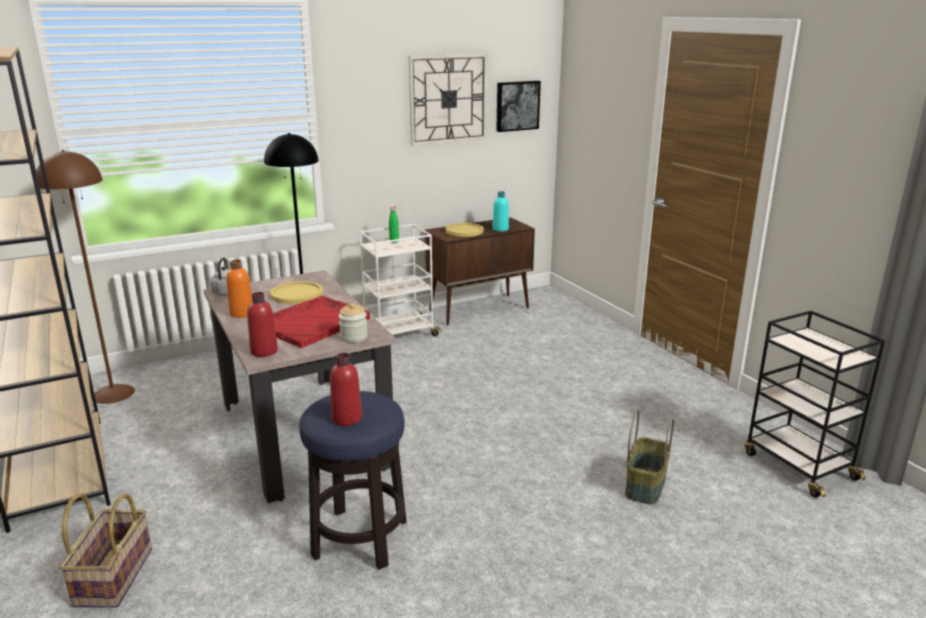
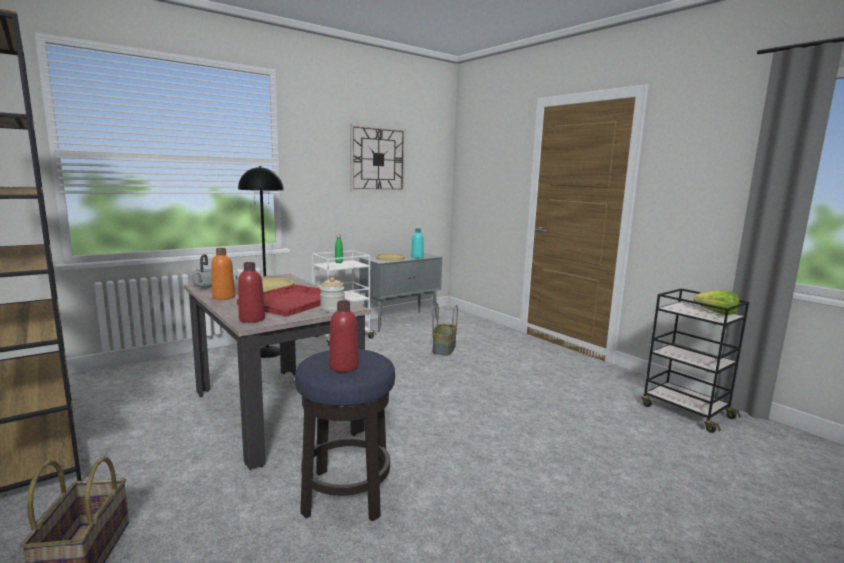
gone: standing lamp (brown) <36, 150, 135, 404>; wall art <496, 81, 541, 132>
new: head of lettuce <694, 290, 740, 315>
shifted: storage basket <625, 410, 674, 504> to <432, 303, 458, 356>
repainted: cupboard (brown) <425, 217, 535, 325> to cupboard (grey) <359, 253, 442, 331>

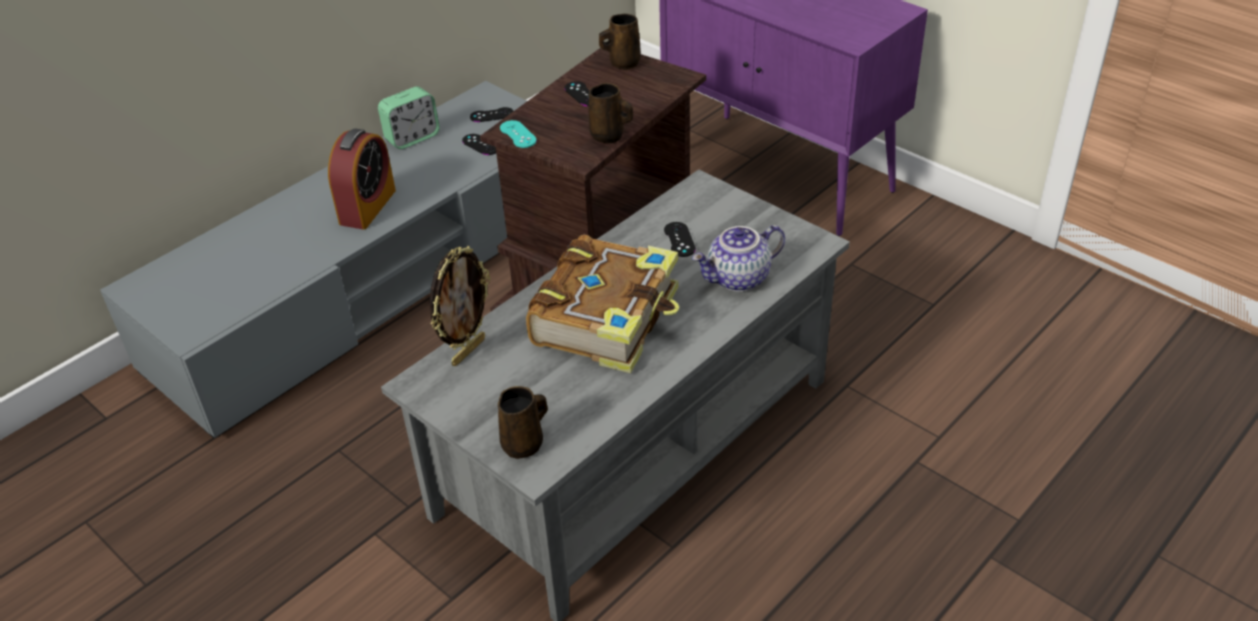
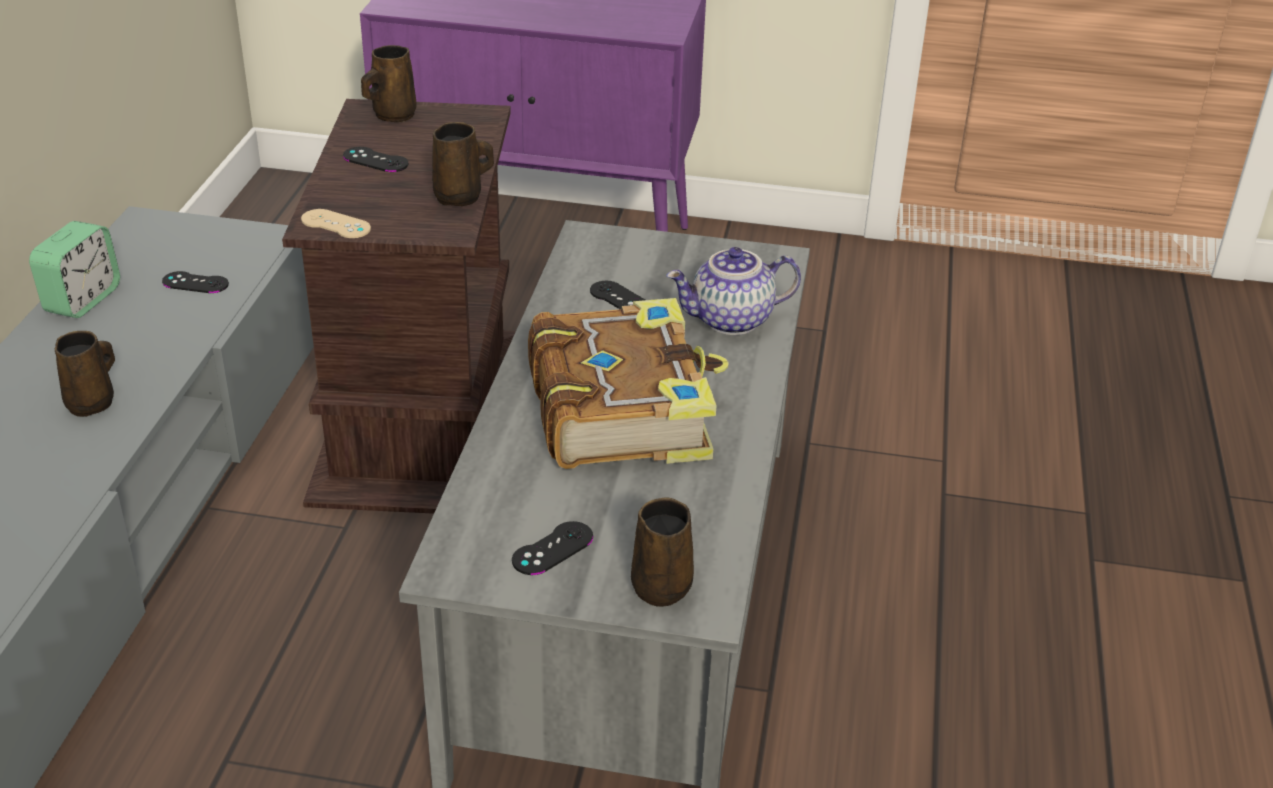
gone: picture frame <430, 245, 490, 366>
shifted: game controller (black) <470, 107, 513, 122> to <512, 521, 593, 575>
swapped: alarm clock <328, 128, 396, 229> to coffee mug (brown) <55, 331, 115, 417>
repainted: game controller (turquoise) <500, 120, 537, 148> to game controller (sand-coloured) <301, 209, 371, 238>
rotated: pot for tea <692, 225, 785, 292> = <666, 247, 801, 335> 45 degrees clockwise

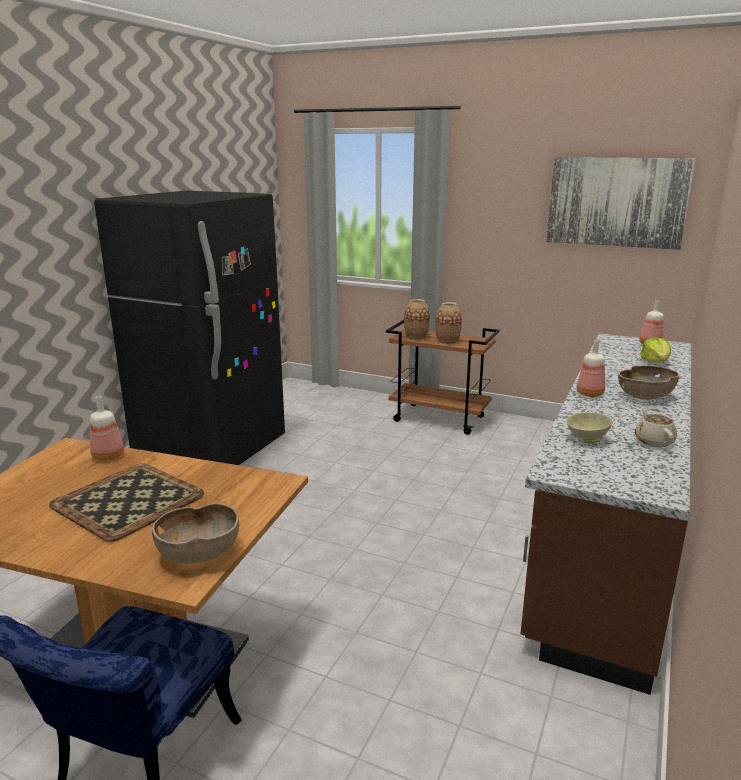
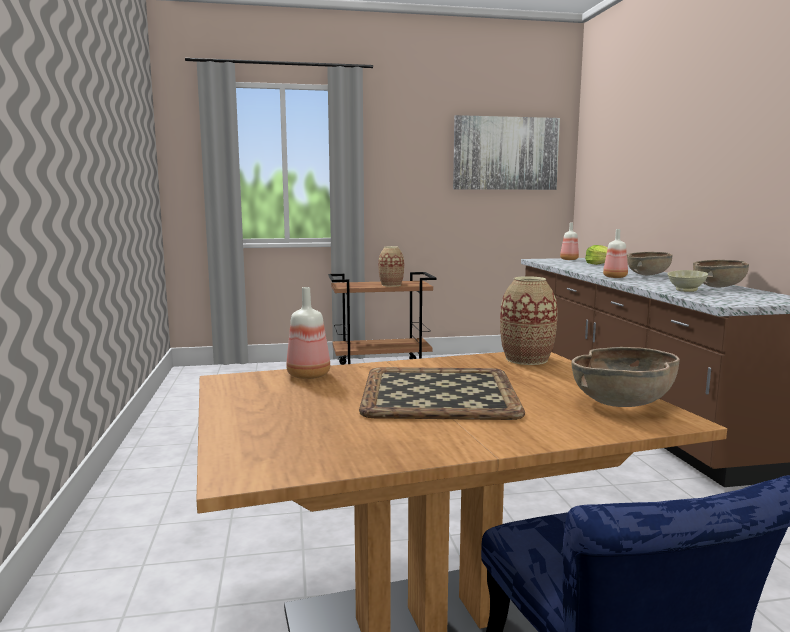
gone: fridge (black) <94, 191, 285, 465>
shifted: flower vase <404, 299, 430, 341> to <500, 276, 558, 365>
swapped: pot for tea (sand-coloured) <635, 407, 677, 447> to serving bowl (brown) <693, 260, 749, 287>

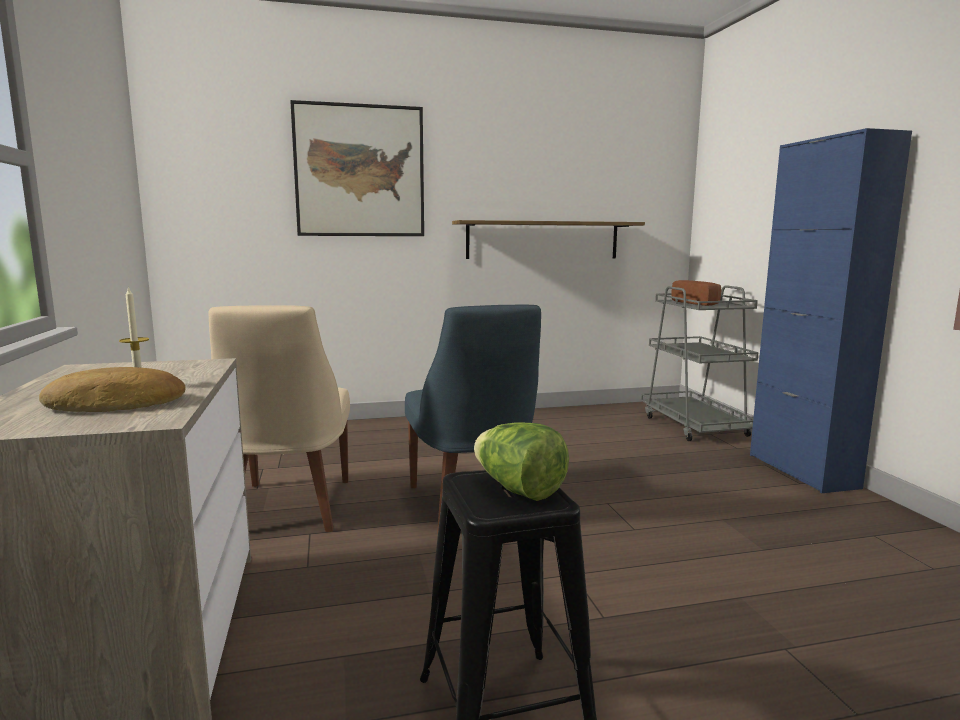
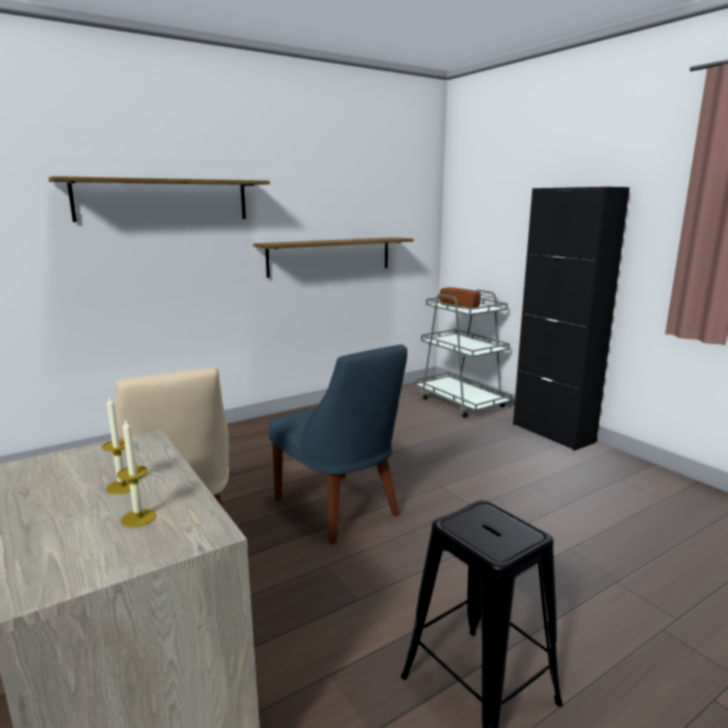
gone: head of lettuce <474, 422, 569, 501>
swapped: bakery bread <39, 367, 185, 412> to candle <117, 418, 156, 528>; wall art <290, 100, 424, 236> to bracket shelf <48, 176, 270, 222>
repainted: cupboard (blue-coloured) <750, 128, 912, 493> to cupboard (black) <513, 187, 630, 451>

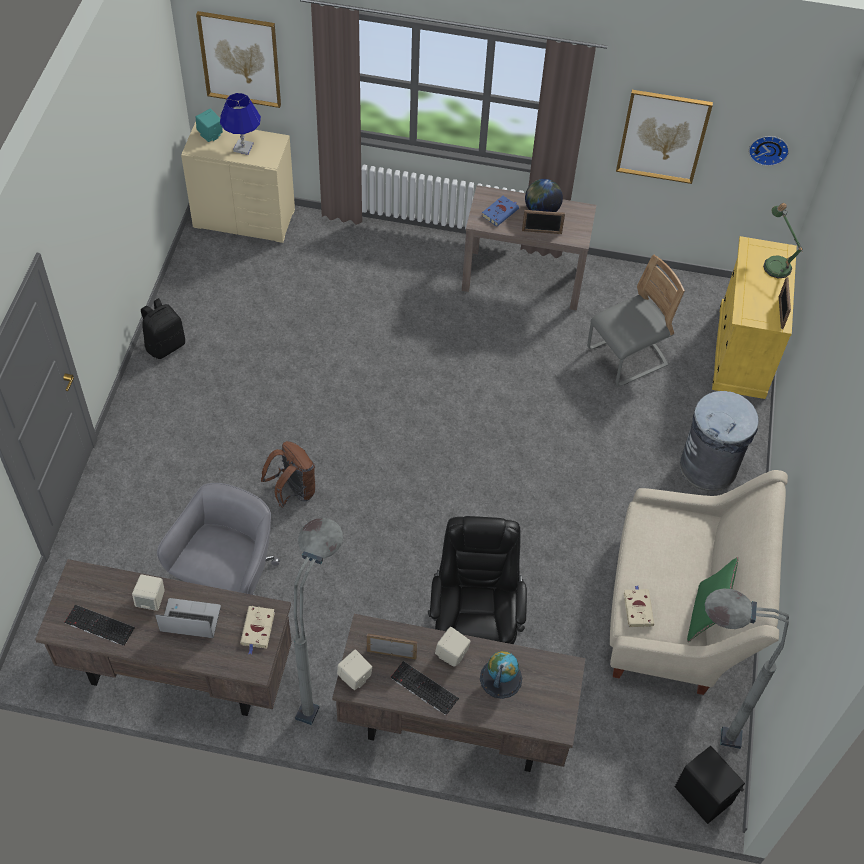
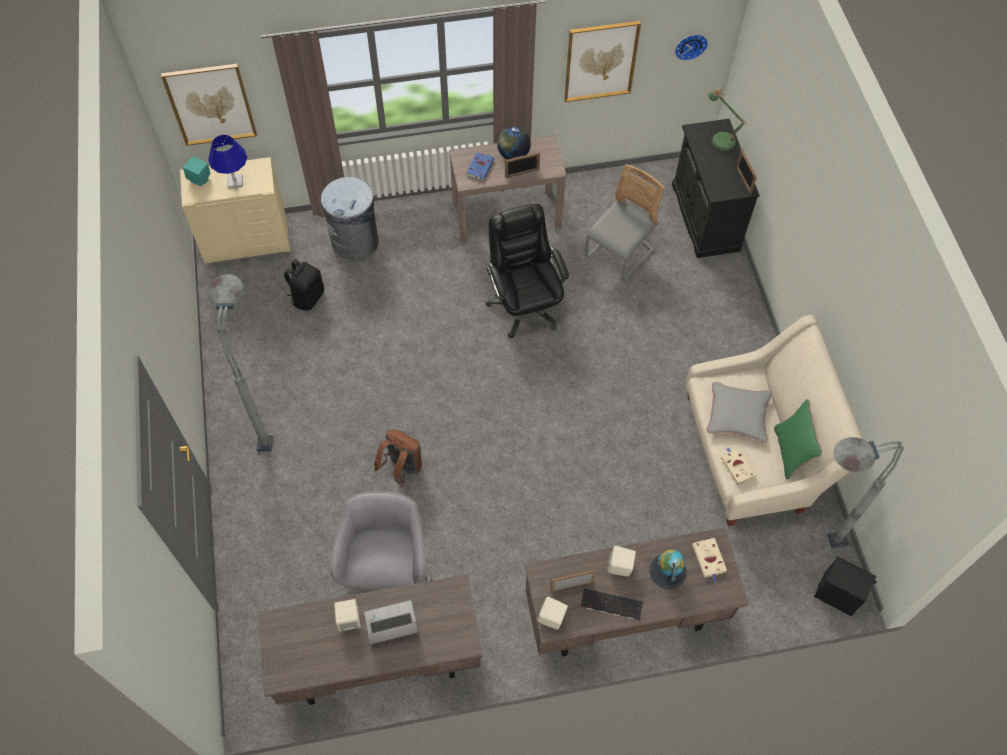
gone: keyboard <64, 605, 135, 646>
new: throw pillow (grey) <707, 382, 772, 443>
shifted: backpack (black) <141, 298, 185, 359> to <284, 259, 324, 310>; bound book (sand-coloured) <240, 606, 275, 654> to <692, 538, 727, 583>; standing lamp (grey) <294, 518, 343, 725> to <207, 274, 273, 452>; desk chair (black) <428, 516, 527, 644> to <486, 204, 569, 339>; trash can (grey) <680, 391, 759, 491> to <321, 177, 379, 262>
repainted: cupboard (yellow-coloured) <712, 236, 797, 399> to cupboard (black) <672, 119, 760, 258>

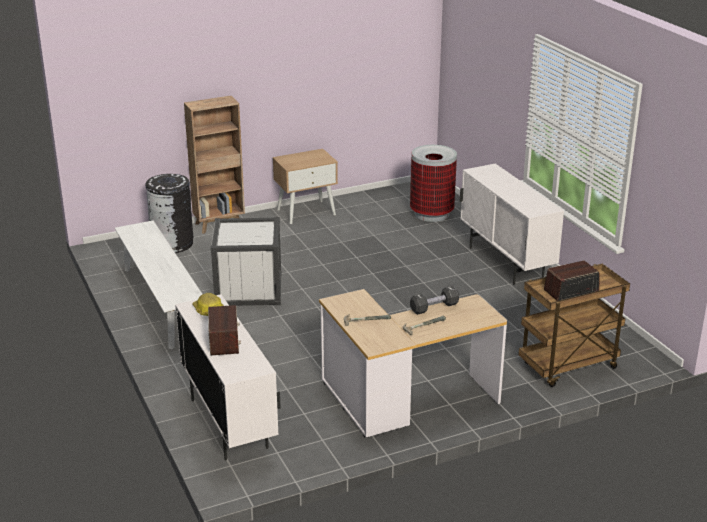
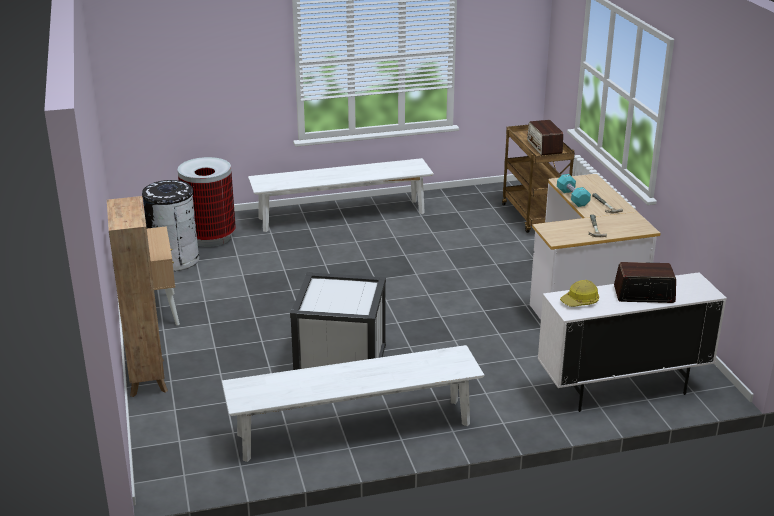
shifted: trash can (black) <146, 174, 193, 253> to <142, 180, 199, 271>
swapped: cupboard (whitish) <460, 164, 564, 285> to bench (whitish) <248, 158, 434, 232>
repainted: dumbbell (black) <410, 286, 459, 315> to dumbbell (turquoise) <557, 174, 591, 207>

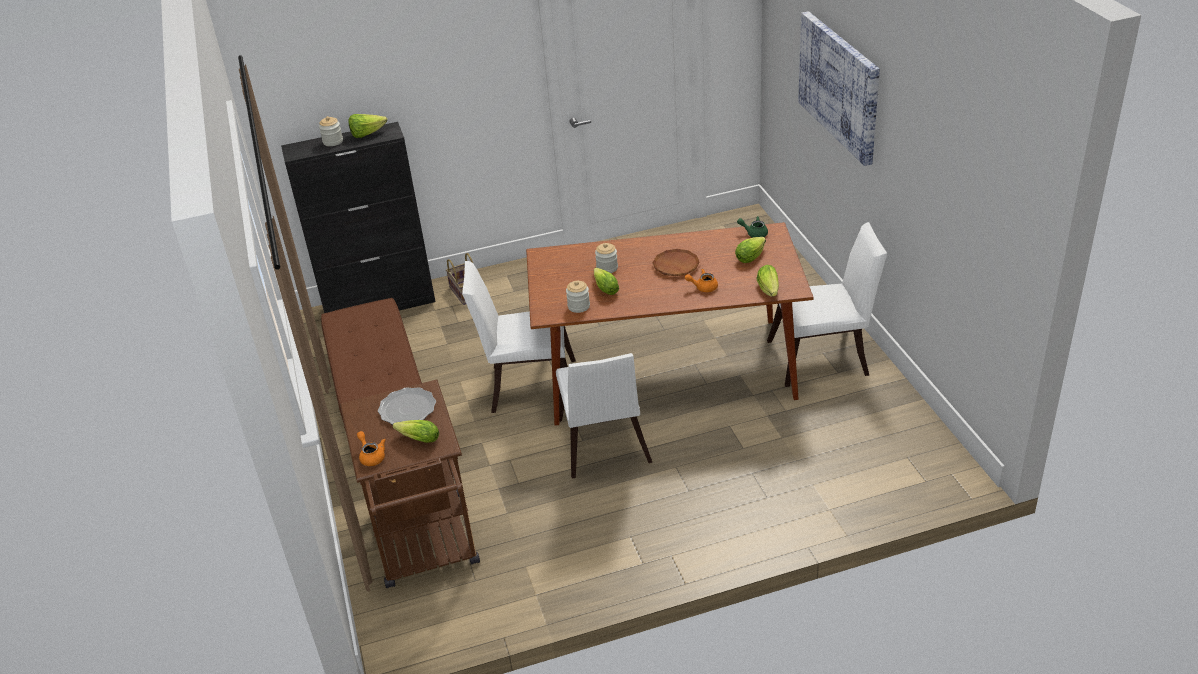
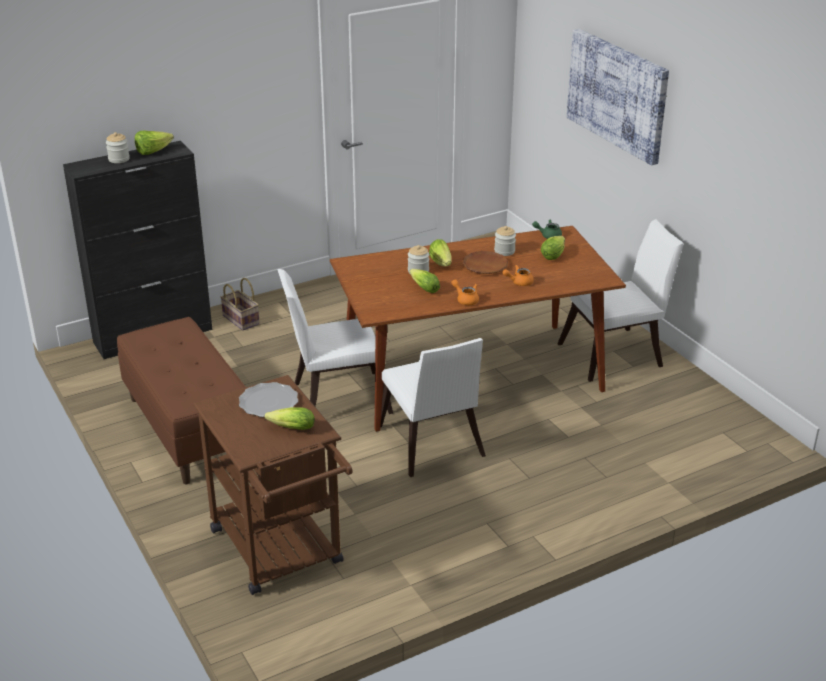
shifted: pot for tea (orangey) <357, 431, 386, 466> to <451, 279, 479, 305>; preserve jar <566, 281, 590, 313> to <494, 226, 516, 256>; head of lettuce <756, 265, 779, 297> to <429, 239, 452, 266>

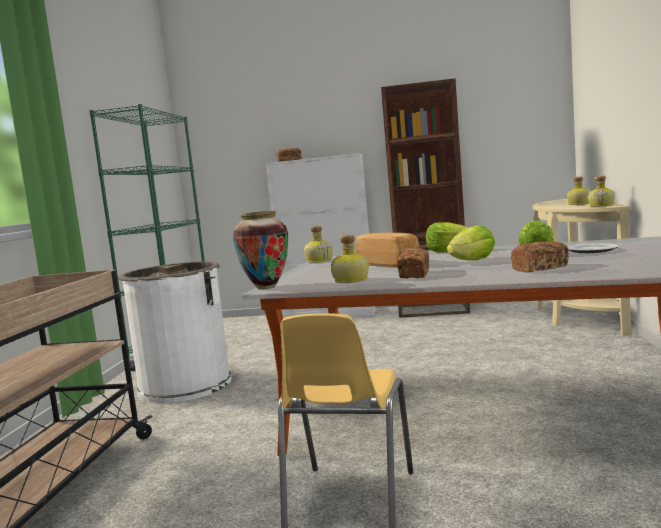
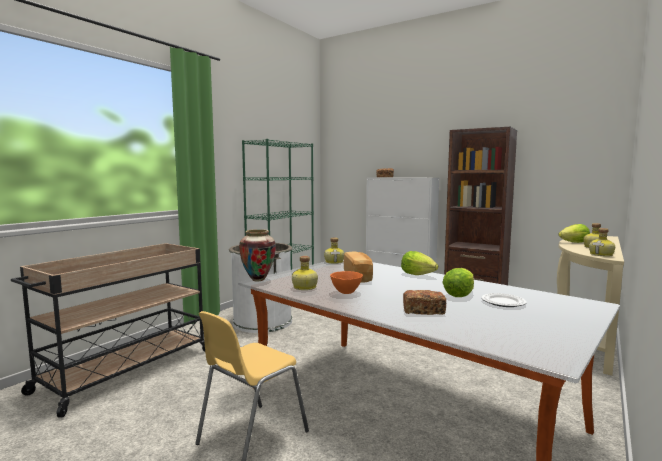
shifted: head of lettuce <447, 225, 495, 260> to <559, 224, 590, 243>
swapped: bakery bread <397, 247, 429, 279> to serving bowl (orangey) <330, 271, 363, 294>

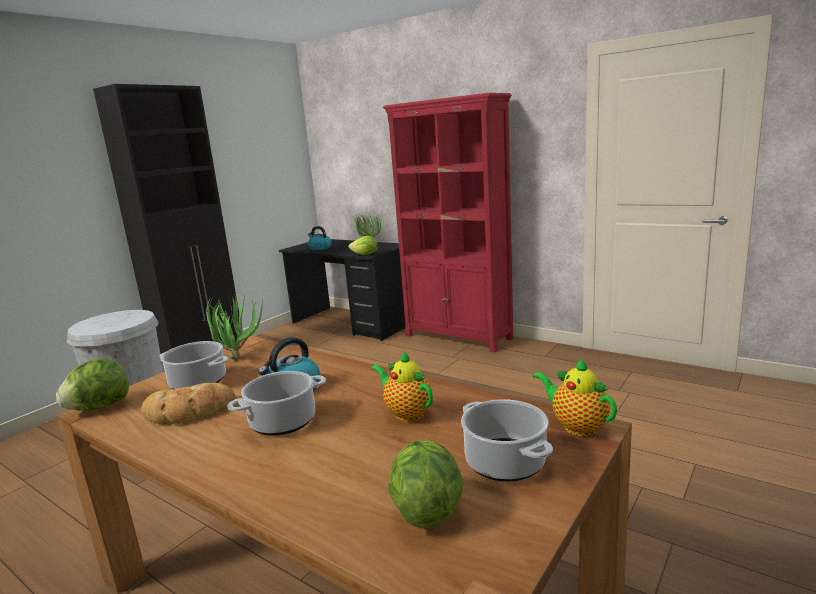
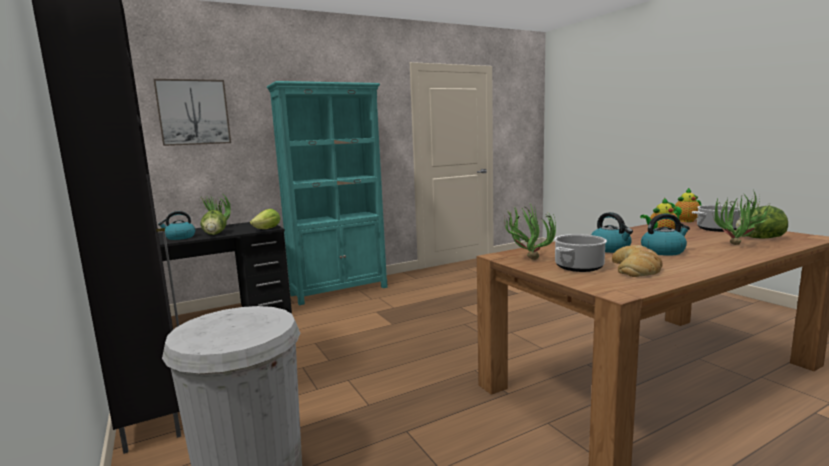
new: wall art <153, 79, 231, 146>; houseplant <712, 192, 771, 245>
shifted: head of lettuce <56, 358, 129, 411> to <200, 210, 227, 235>
swapped: stockpot <228, 371, 326, 436> to water kettle <641, 214, 690, 256>
repainted: shelving unit (reddish) <383, 93, 513, 353> to shelving unit (turquoise) <266, 81, 388, 305>

